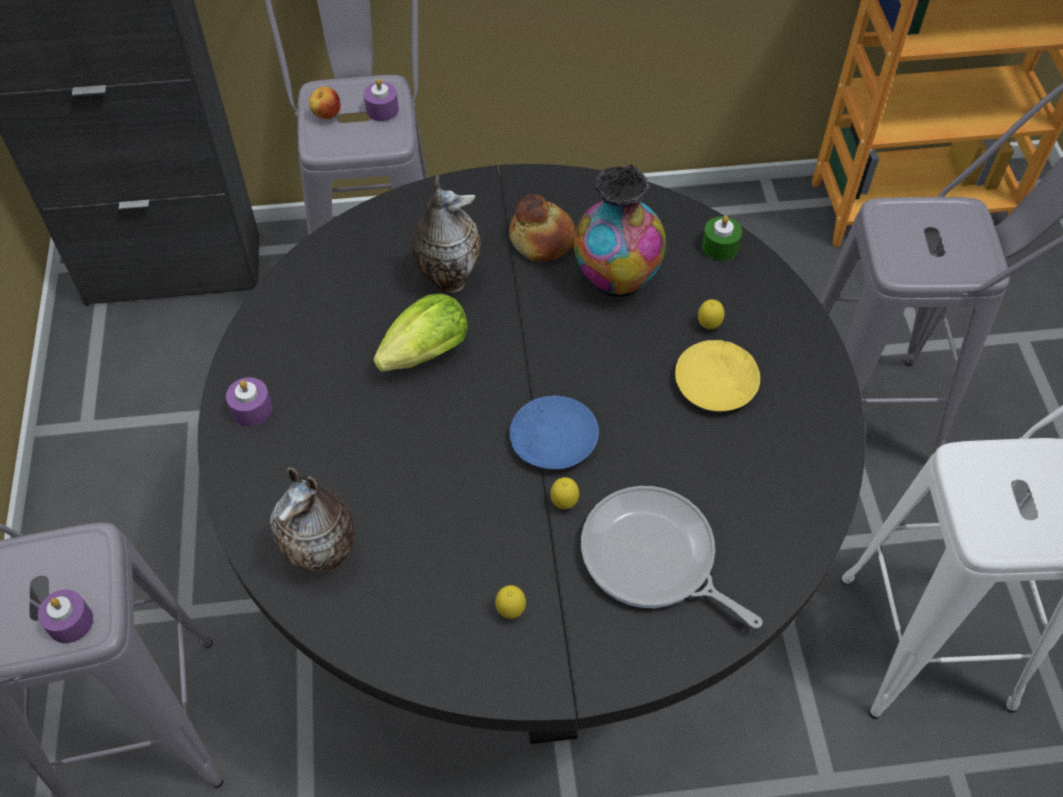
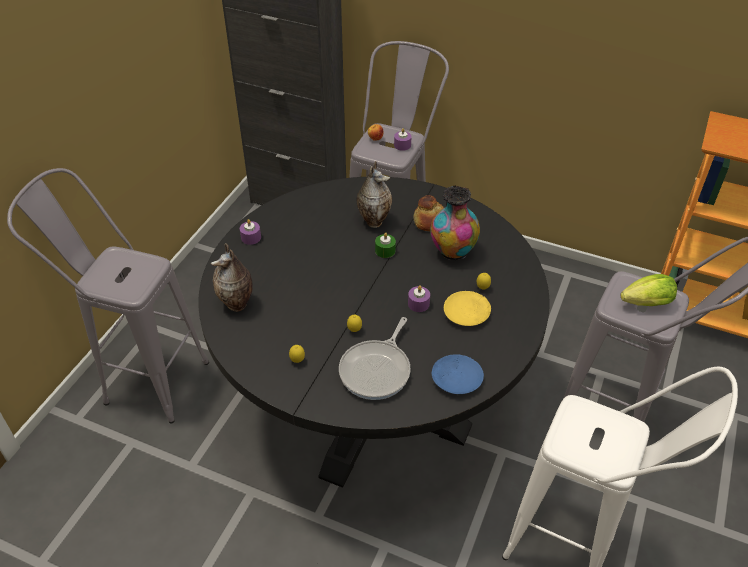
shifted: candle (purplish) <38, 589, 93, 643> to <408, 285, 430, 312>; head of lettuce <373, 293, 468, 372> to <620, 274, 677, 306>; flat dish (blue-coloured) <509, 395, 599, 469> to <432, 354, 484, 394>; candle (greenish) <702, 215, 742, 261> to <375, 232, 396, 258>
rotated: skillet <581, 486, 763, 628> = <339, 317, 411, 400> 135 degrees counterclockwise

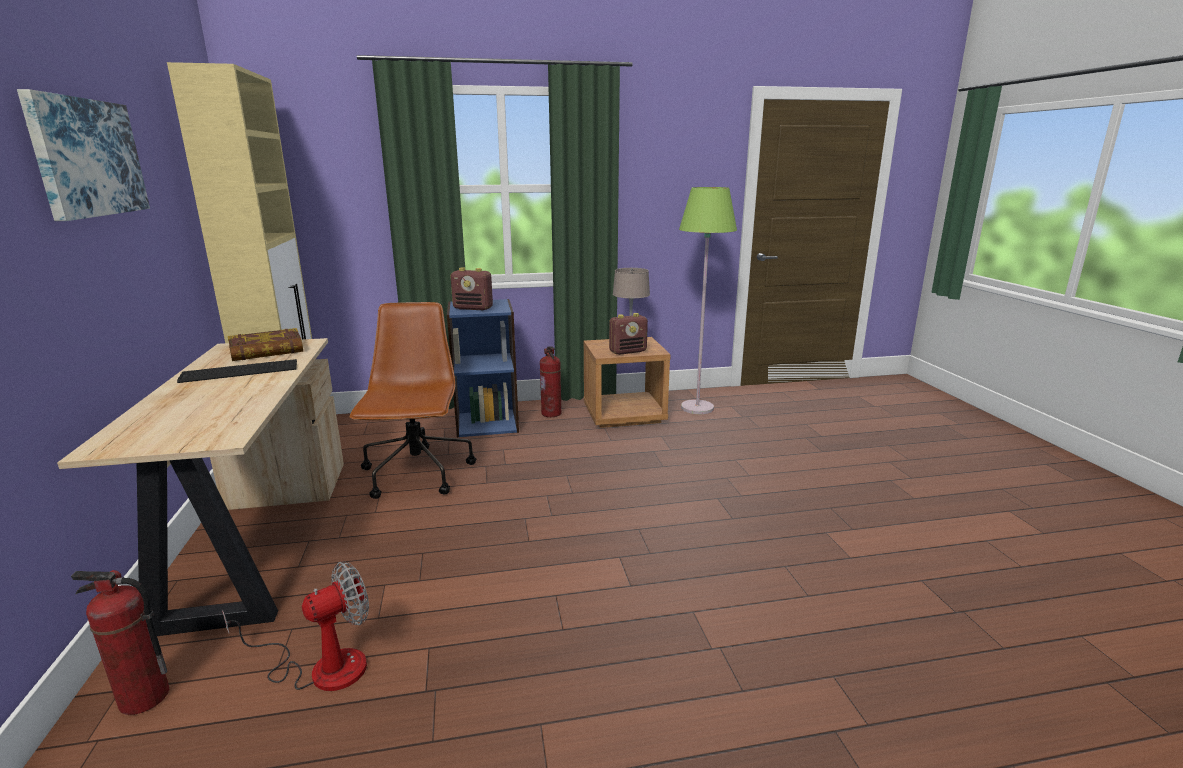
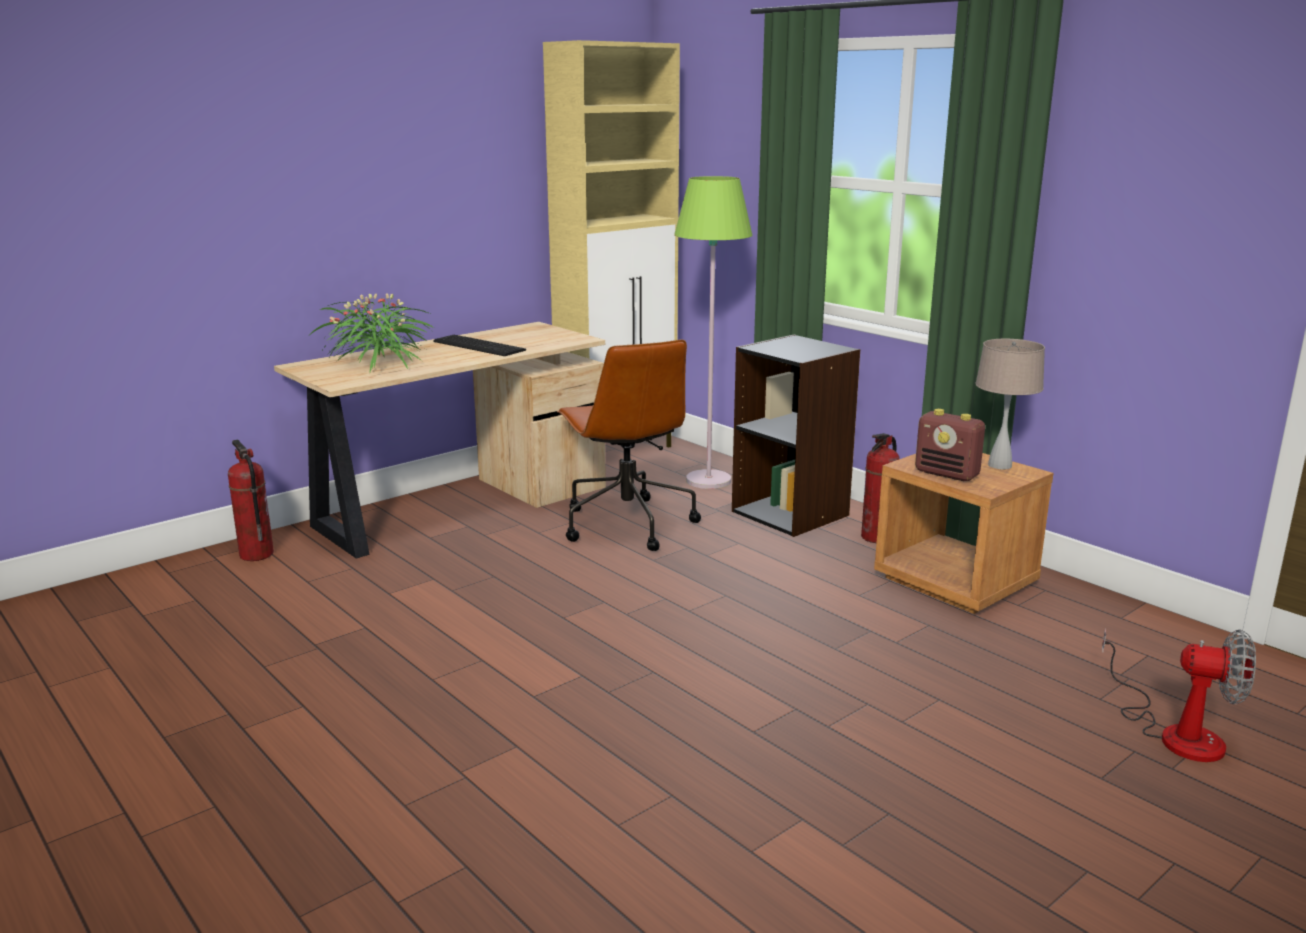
gone: wall art <17, 89, 150, 221>; bound book <228, 328, 303, 361>; radio <450, 267, 493, 310>
new: houseplant <310, 293, 434, 372>
shifted: cooling fan <222, 561, 369, 691> to <1102, 628, 1256, 762>; standing lamp (greenish) <679, 187, 737, 414> to <674, 176, 753, 489>
repainted: shelving unit (blue-coloured) <447, 299, 519, 437> to shelving unit (black) <732, 335, 860, 537>
rotated: desk chair (brown) <350, 302, 476, 499> = <557, 340, 701, 551> 105 degrees clockwise

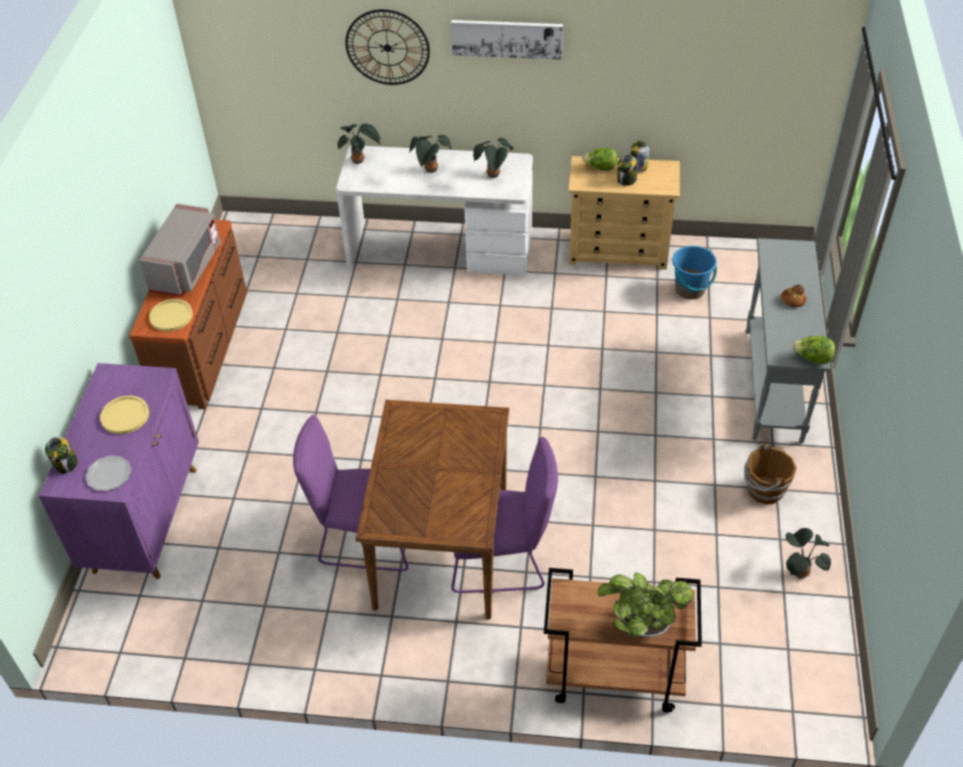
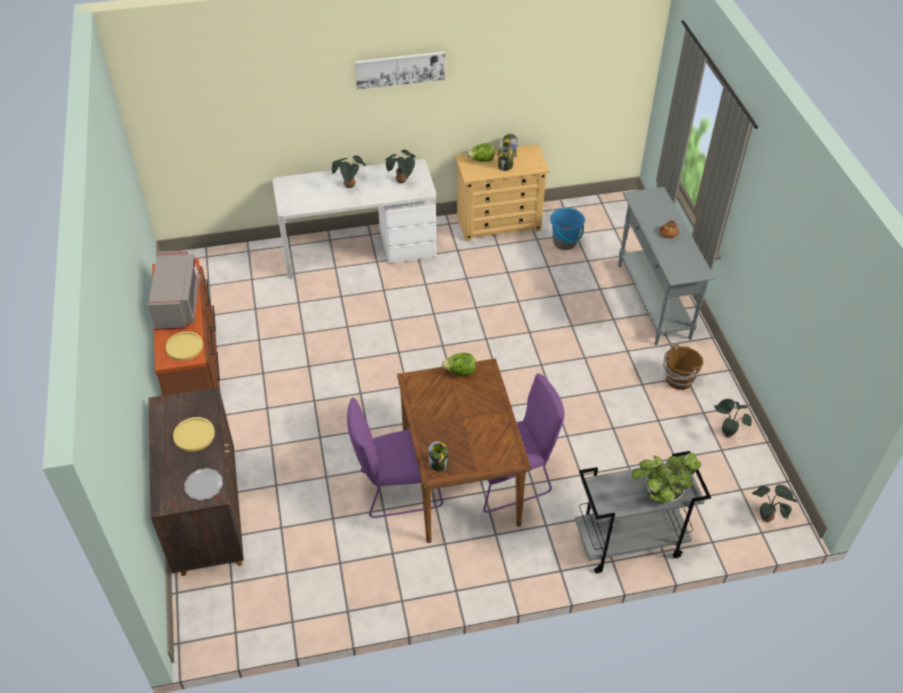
gone: wall clock <345, 9, 430, 85>
shifted: preserve jar <45, 436, 78, 474> to <428, 441, 449, 472>; houseplant <337, 123, 381, 164> to <752, 485, 797, 522>; head of lettuce <792, 336, 835, 364> to <441, 353, 476, 375>
repainted: cupboard (purplish) <39, 363, 199, 579> to cupboard (brown) <148, 387, 244, 576>; cart (brown) <544, 568, 702, 713> to cart (grey) <575, 451, 711, 573>

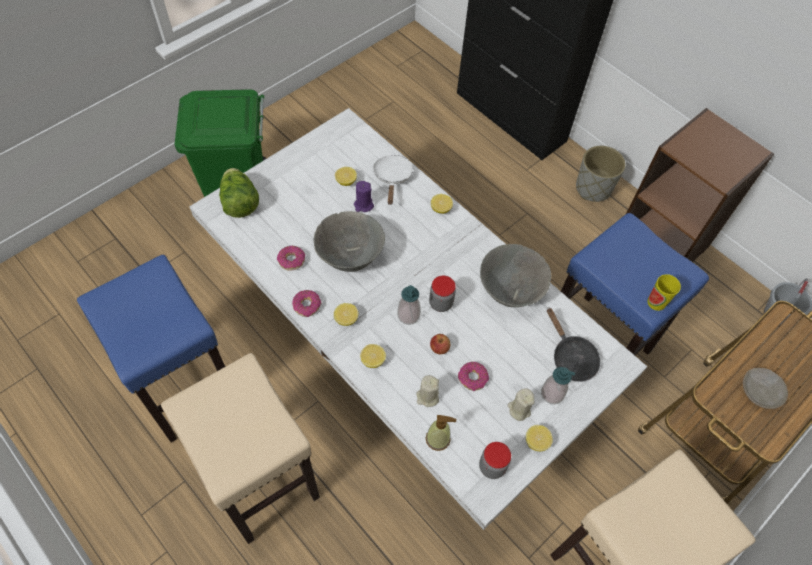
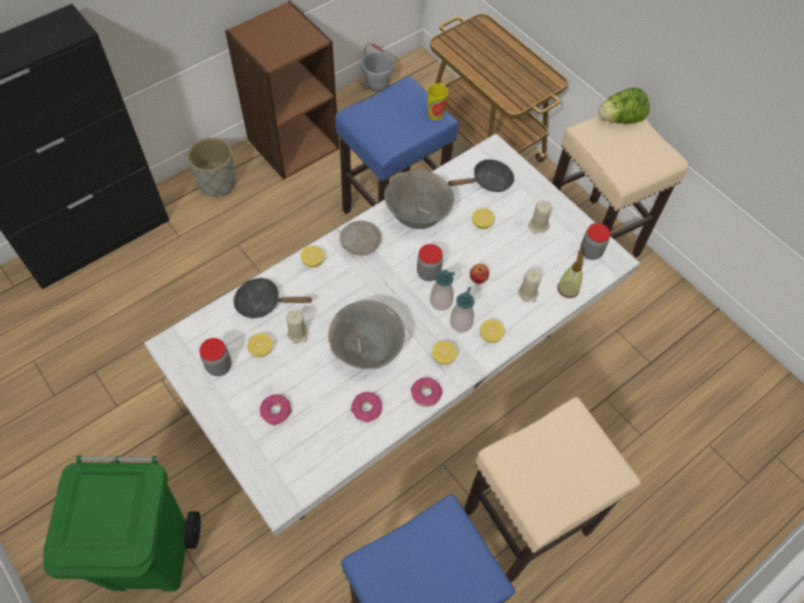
new: preserve jar <199, 338, 232, 376>
shifted: head of lettuce <219, 168, 259, 218> to <598, 87, 650, 124>; ring doughnut <458, 362, 489, 391> to <260, 395, 292, 426>; citrus fruit <526, 425, 553, 451> to <472, 208, 495, 229>; soap dispenser <541, 367, 575, 404> to <450, 287, 475, 333>; flat dish (sand-coloured) <743, 368, 788, 409> to <340, 221, 381, 255>
repainted: candle (purplish) <354, 181, 374, 212> to candle (sand-coloured) <286, 310, 309, 344>; skillet (whitish) <372, 155, 414, 205> to skillet (black) <234, 277, 313, 318>

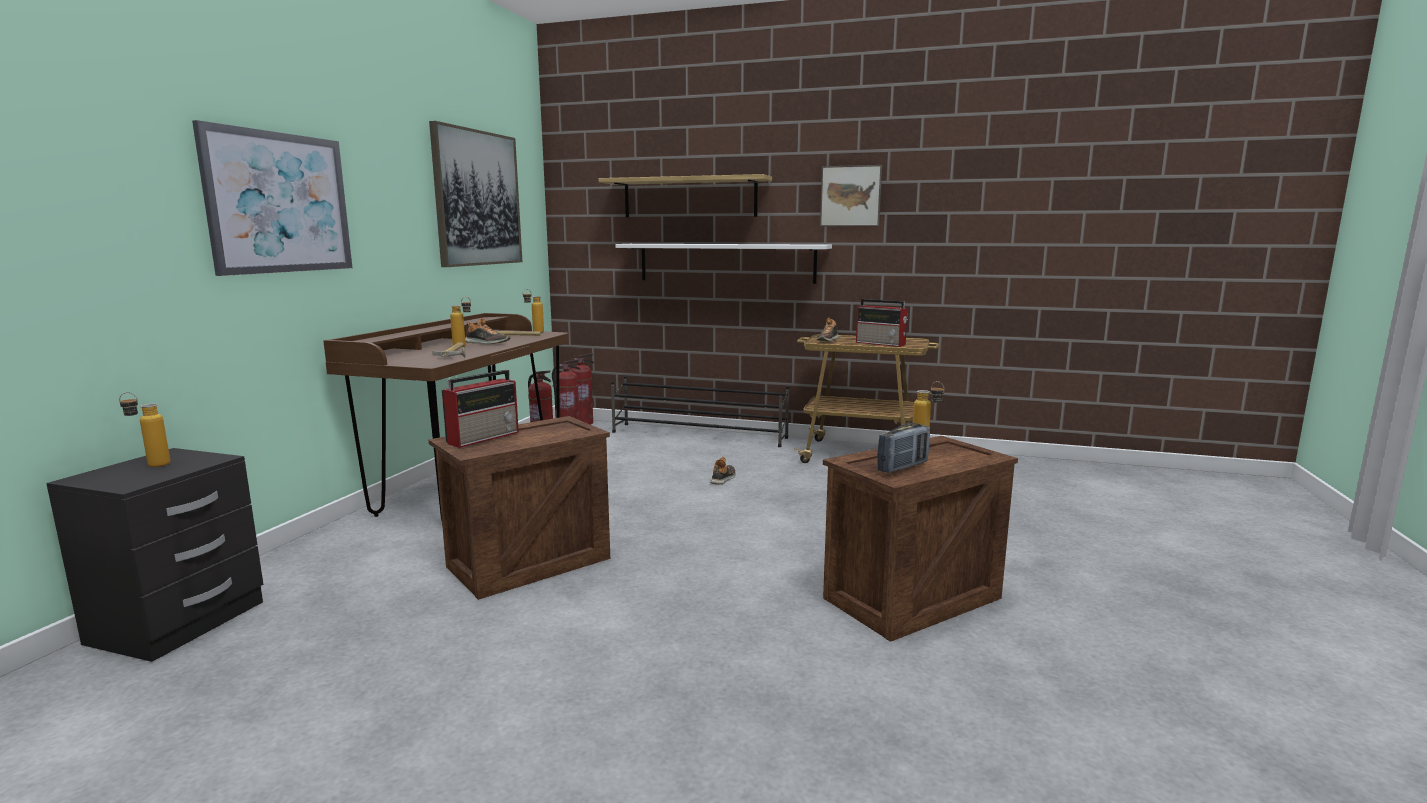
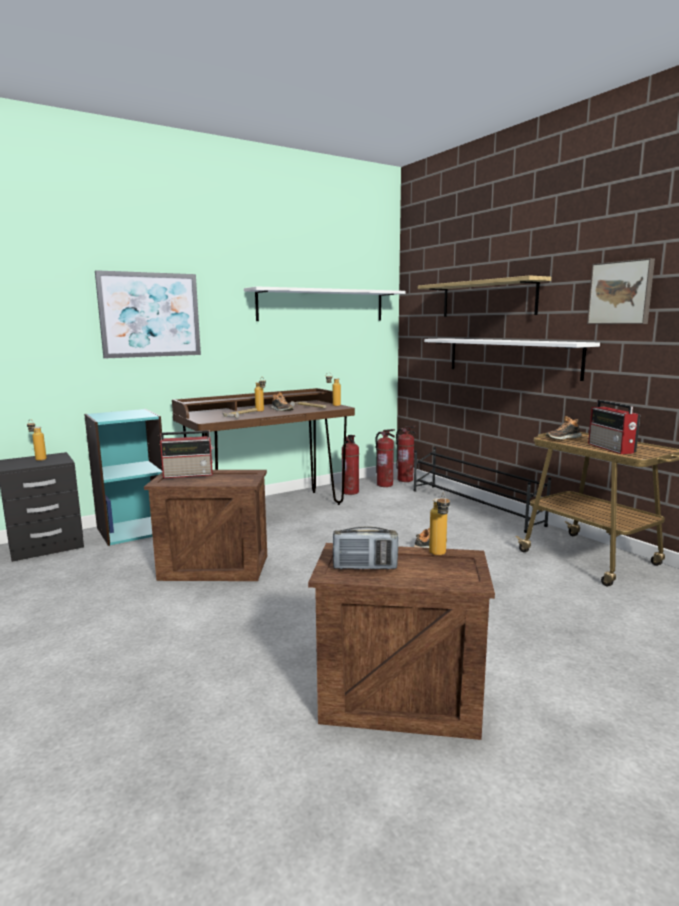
new: shelving unit (turquoise) <84, 409, 163, 546>
swapped: wall art <429, 121, 522, 267> to bracket shelf (whitish) <244, 286, 405, 321>

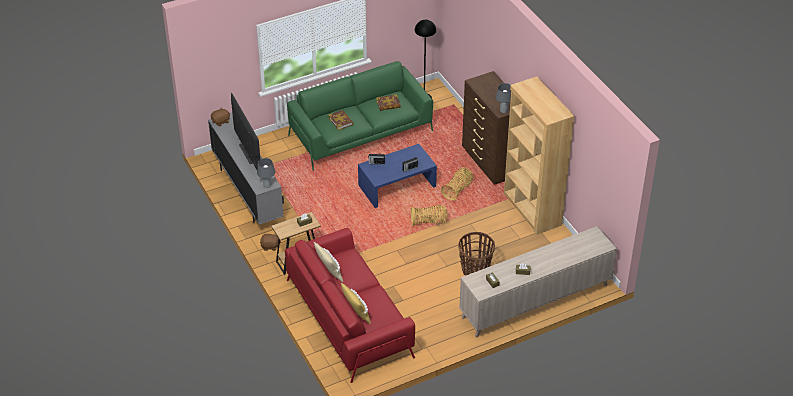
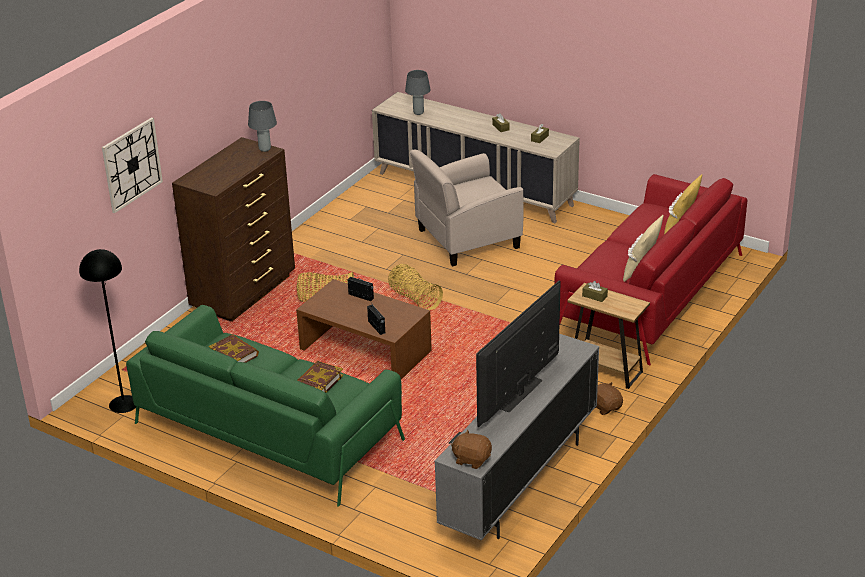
gone: shelving unit (brown) <504, 77, 574, 235>
new: wall clock <102, 118, 163, 213>
shifted: table lamp (grey) <257, 158, 275, 188> to <405, 70, 430, 115>
swapped: storage basket <458, 232, 495, 276> to easy chair (sand-coloured) <410, 150, 524, 266>
repainted: lounge table (blue-coloured) <358, 144, 437, 208> to lounge table (brown) <296, 279, 432, 379>

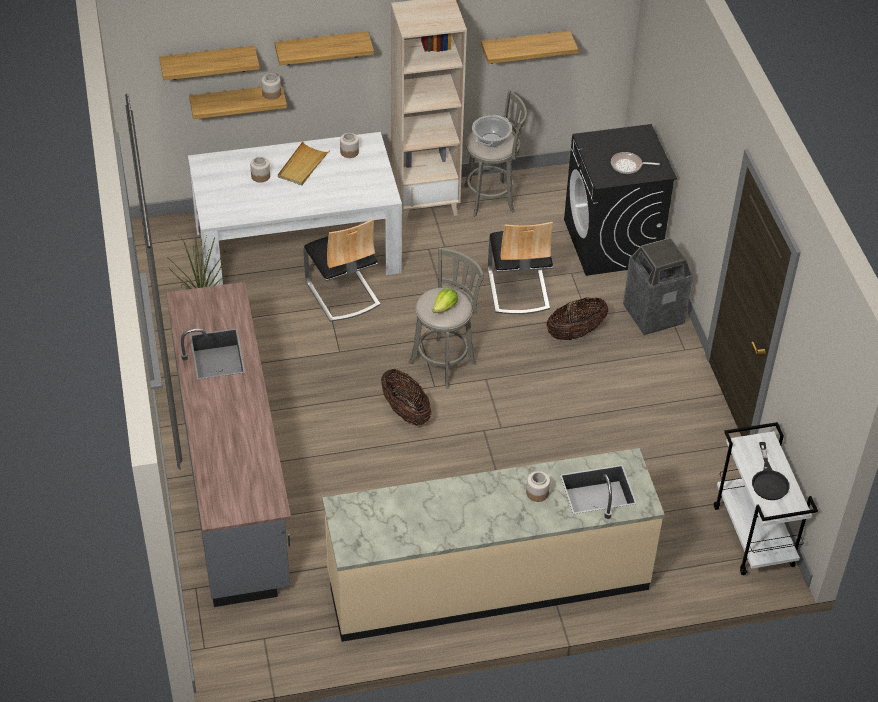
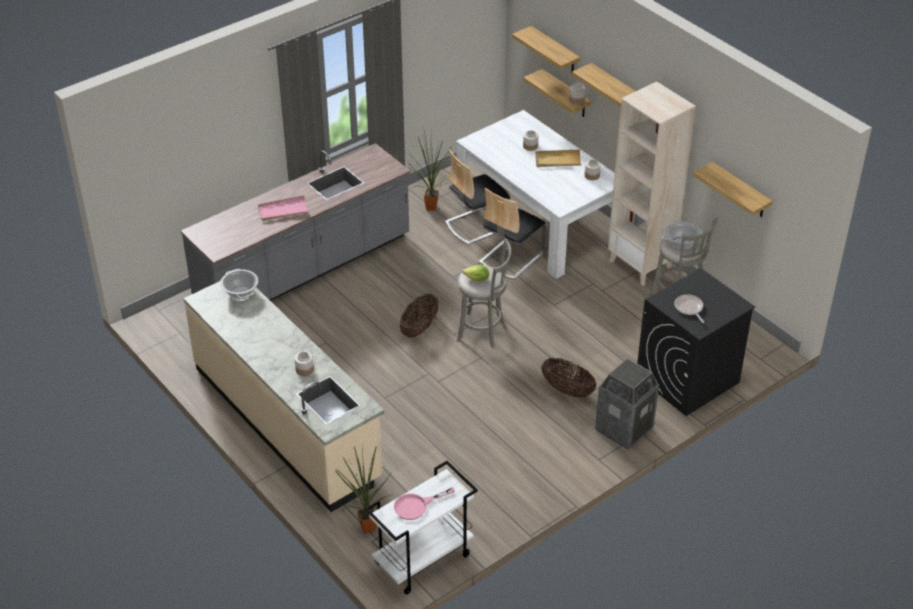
new: stockpot <220, 269, 258, 299>; carrying tray (pink-coloured) <258, 195, 309, 221>; houseplant <335, 445, 393, 534>
shifted: chair <488, 222, 553, 314> to <445, 149, 510, 245>
repainted: skillet (black) <752, 442, 789, 500> to skillet (pink-coloured) <394, 487, 455, 520>

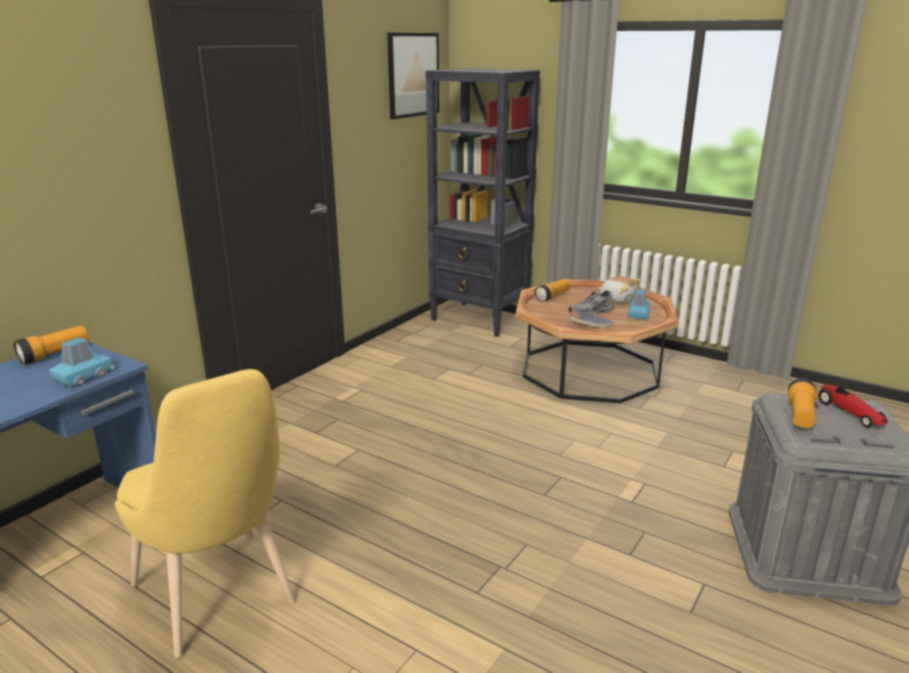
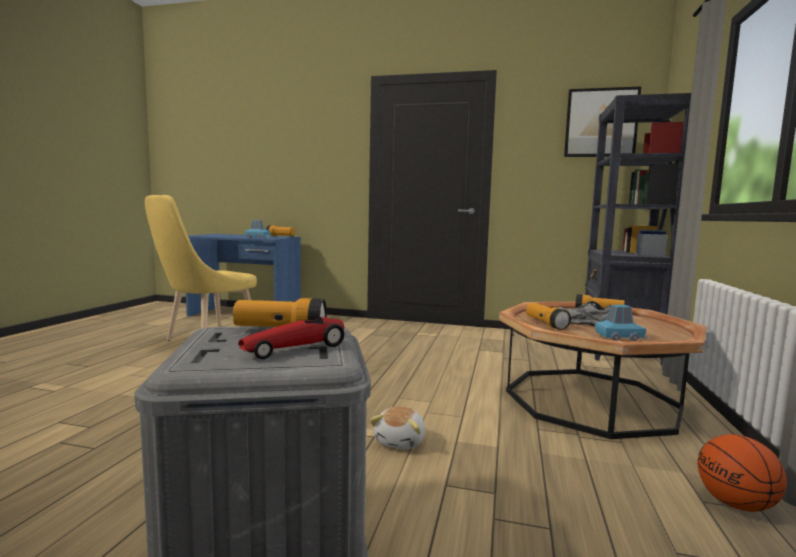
new: basketball <697, 434, 787, 512>
shifted: plush toy <598, 276, 641, 303> to <370, 406, 425, 449>
swapped: shoe <569, 307, 613, 328> to hand torch <526, 303, 571, 330>

